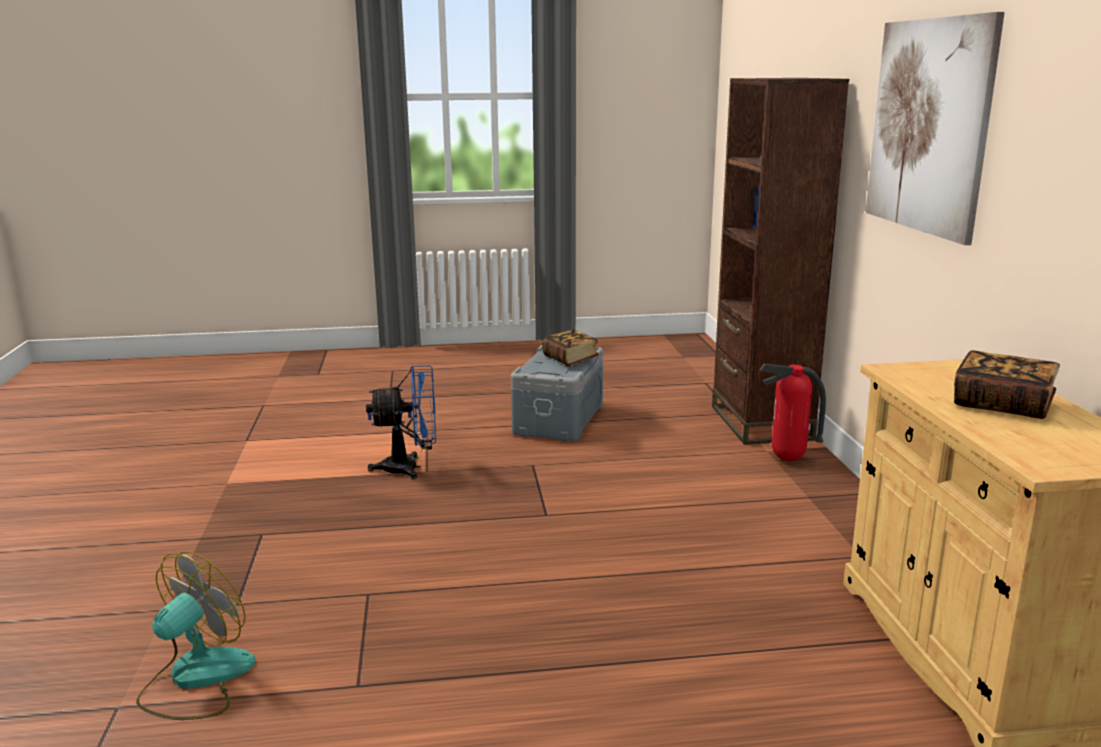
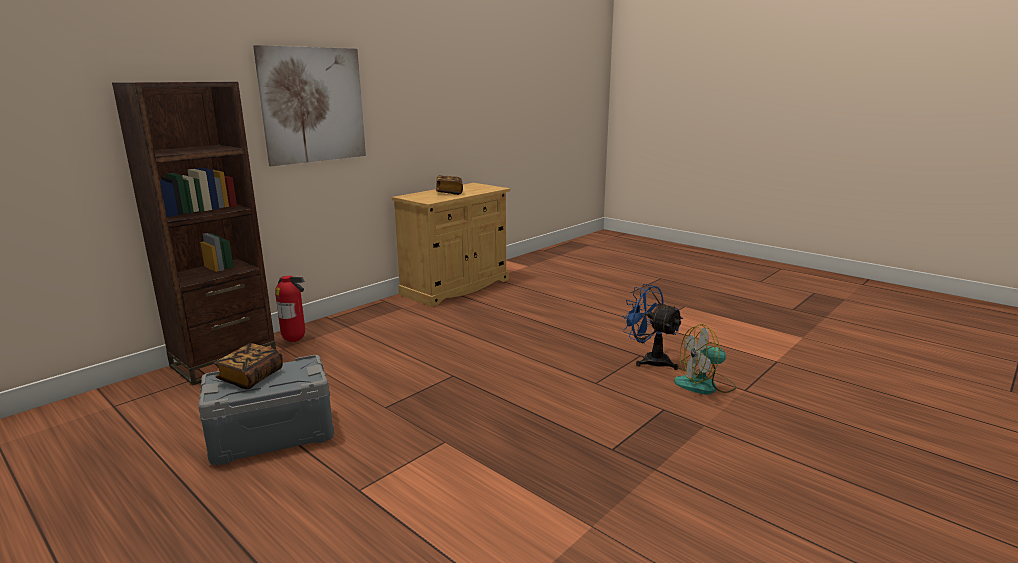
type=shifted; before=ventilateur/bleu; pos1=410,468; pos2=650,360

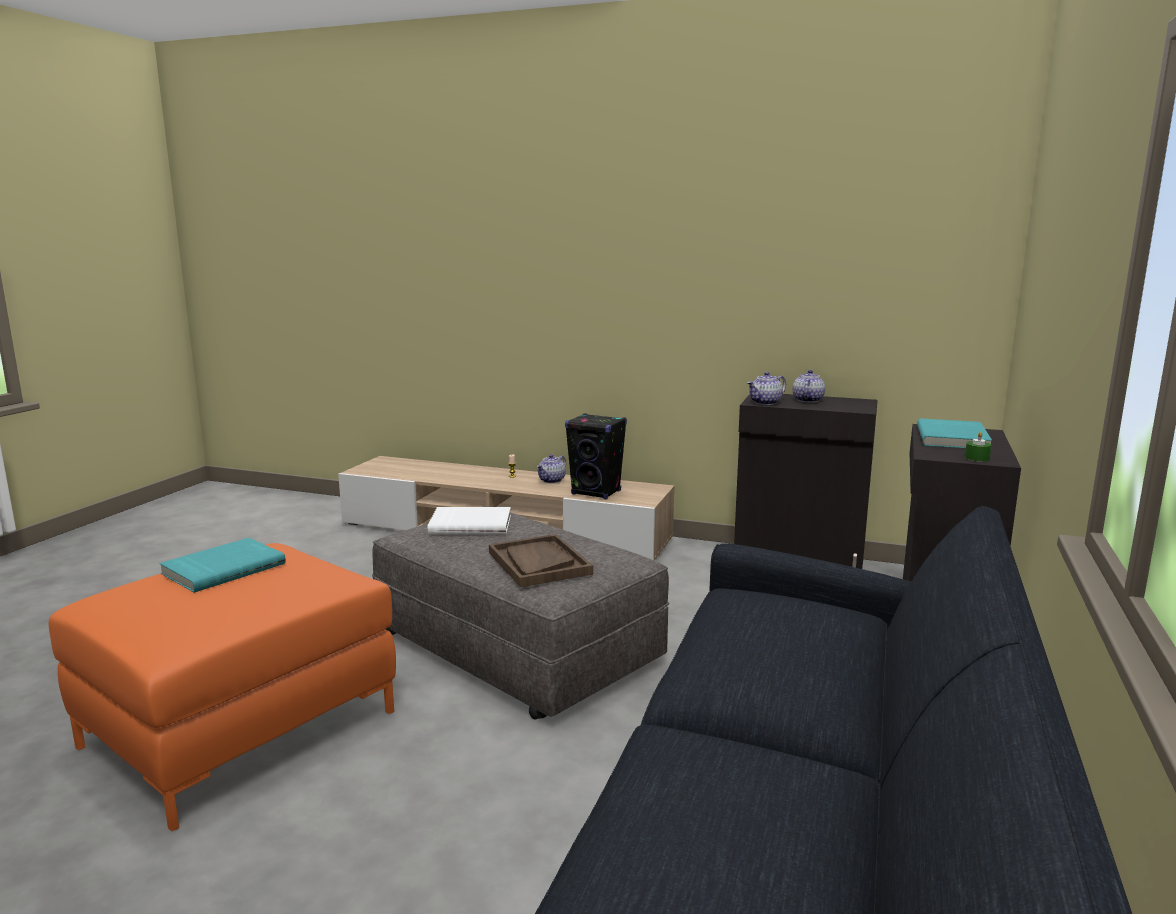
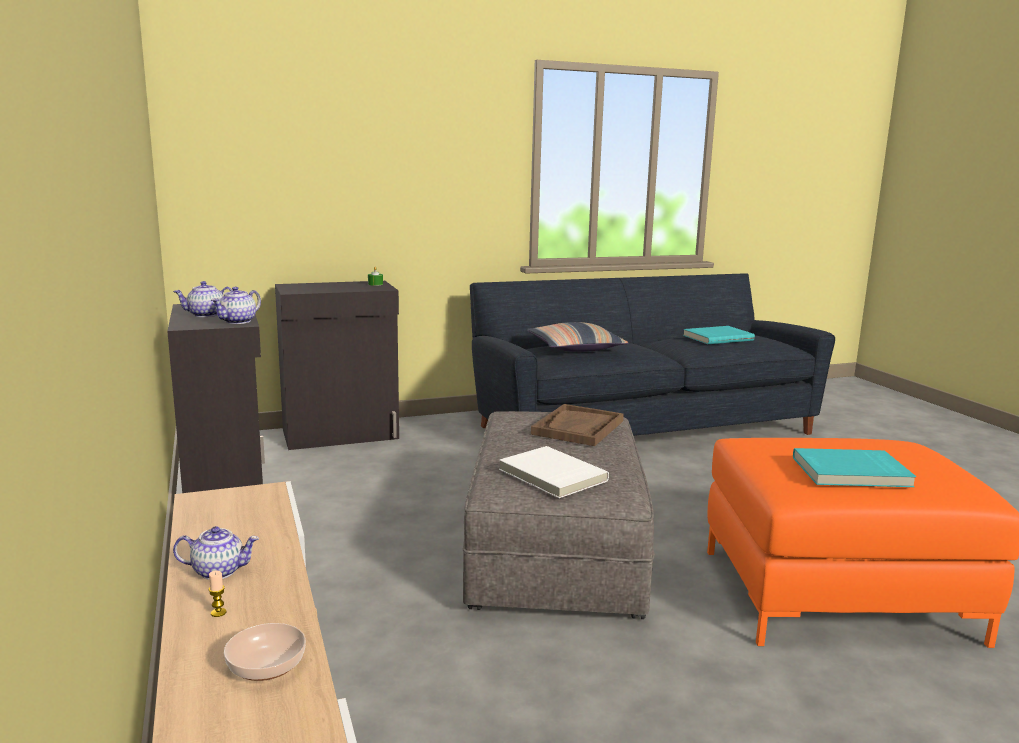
type=gone; before=enceinte/noir; pos1=596,493
type=rotated; before=théière; pos1=765,403; pos2=238,321; turn=105
type=shifted; before=livre/turquoise; pos1=954,438; pos2=717,337
type=new; after=bol; pos2=267,666
type=new; after=coussin; pos2=575,348

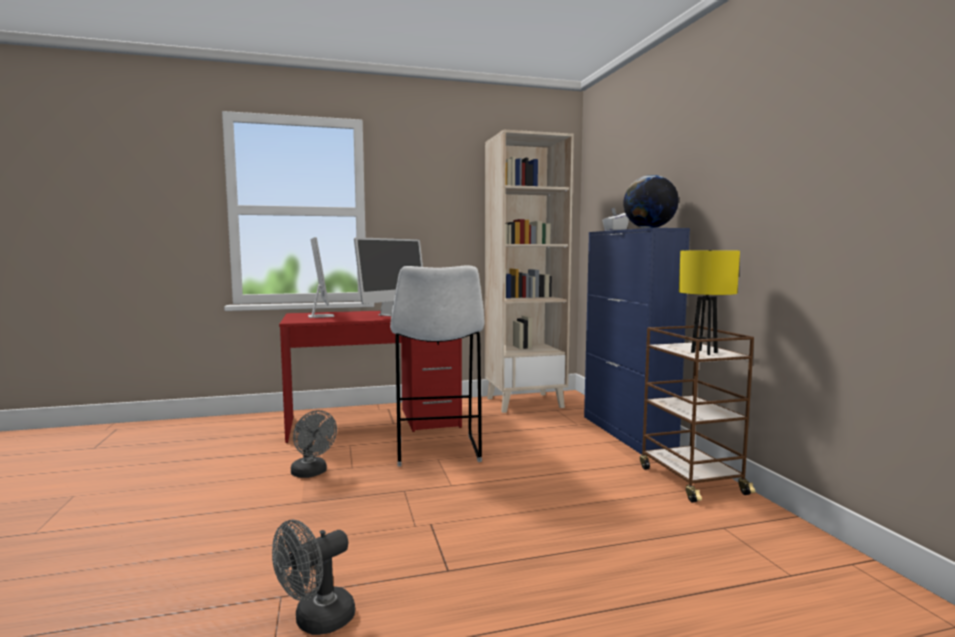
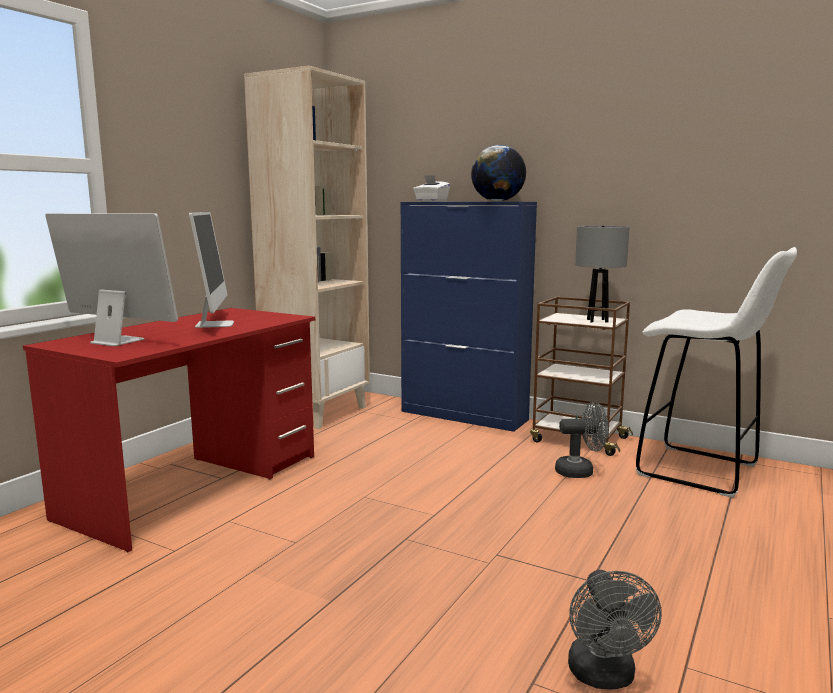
type=shifted; before=ventilateur/gris; pos1=312,473; pos2=580,471
type=shifted; before=tabouret/blanc; pos1=437,451; pos2=701,471
type=repainted; before=lampe de table/jaune; after=lampe de table/gris; pos1=704,352; pos2=597,321

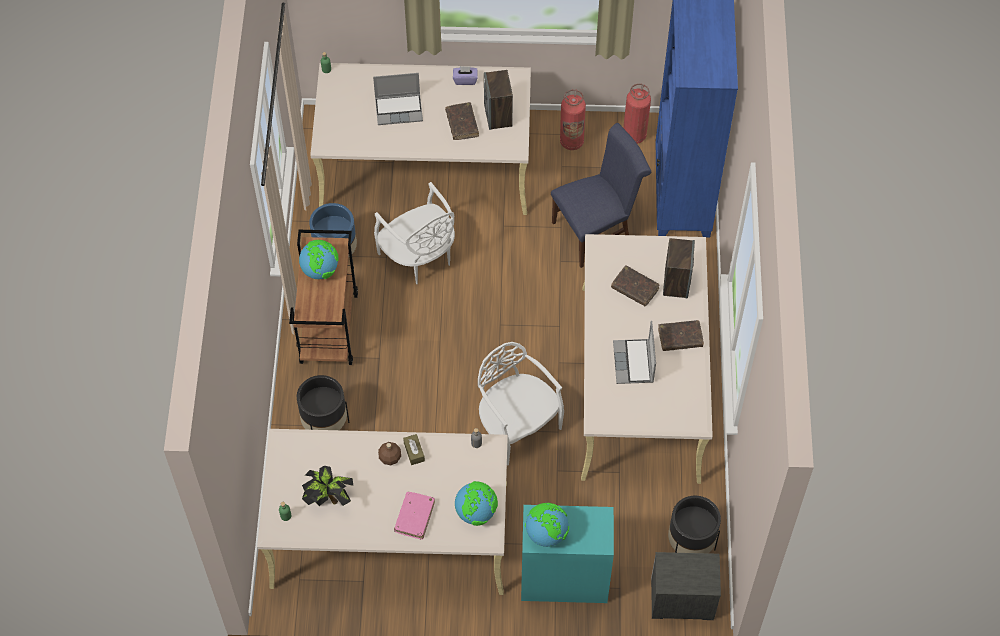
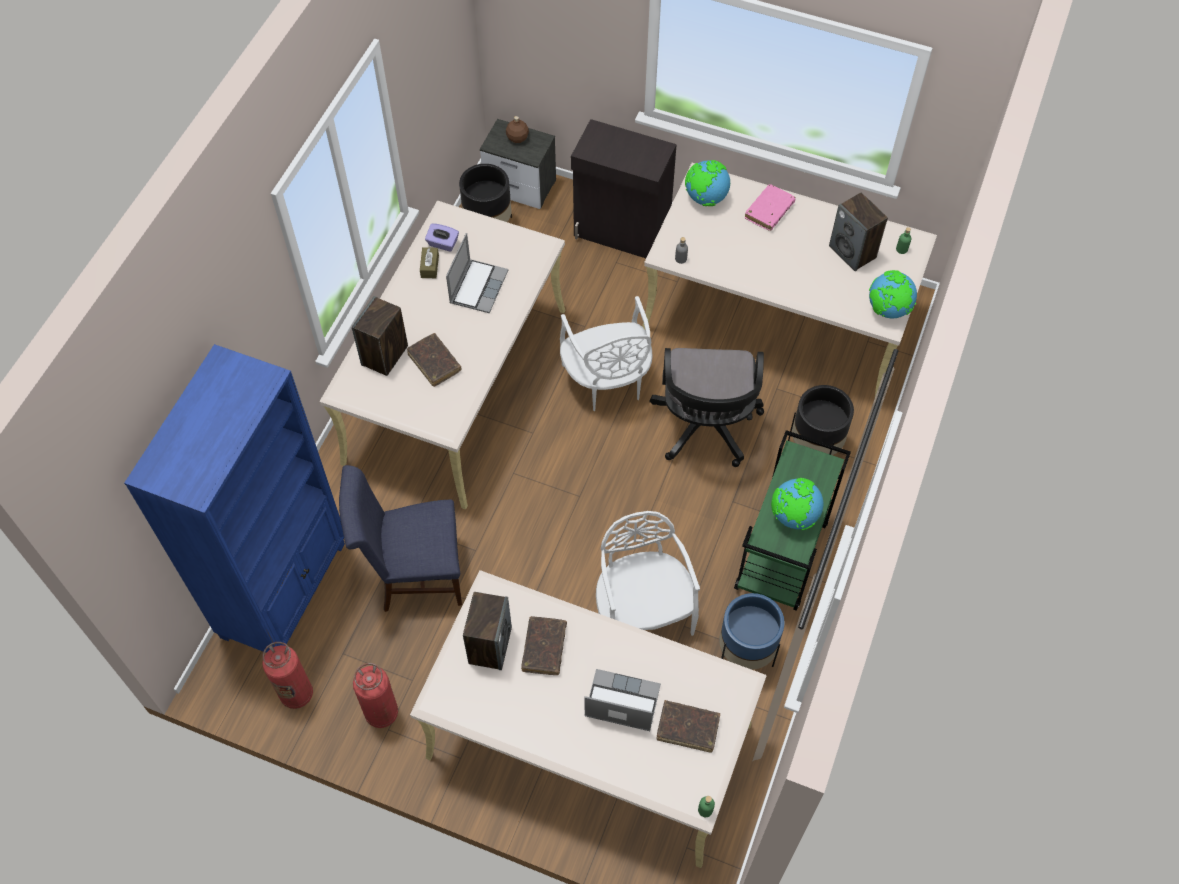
type=repainted; before=chariot/marron; after=chariot/vert; pos1=328,327; pos2=782,557
type=swapped; before=plante en pot; after=enceinte; pos1=328,499; pos2=853,252
type=shifted; before=bouteille/marron; pos1=389,458; pos2=518,138
type=shifted; before=boîte à mouchoirs/marron; pos1=414,452; pos2=429,266
type=shifted; before=boîte à mouchoirs/violet; pos1=465,80; pos2=442,244
type=repainted; before=meuble de rangement/turquoise; after=meuble de rangement/noir; pos1=563,578; pos2=621,232
type=shifted; before=globe; pos1=546,533; pos2=888,310
type=shifted; before=livre/marron; pos1=680,338; pos2=687,728
type=new; after=chaise de bureau/noir; pos2=705,428

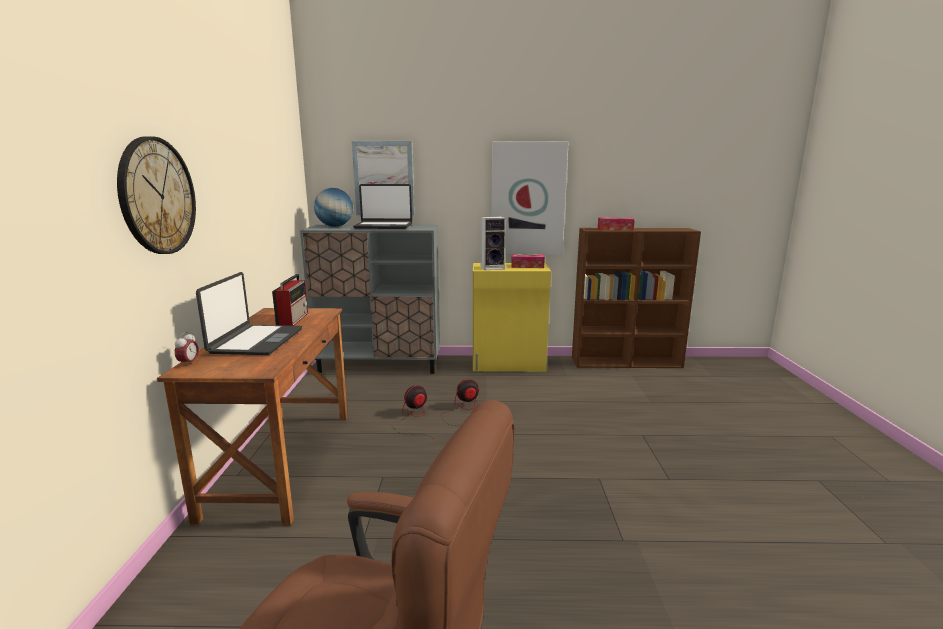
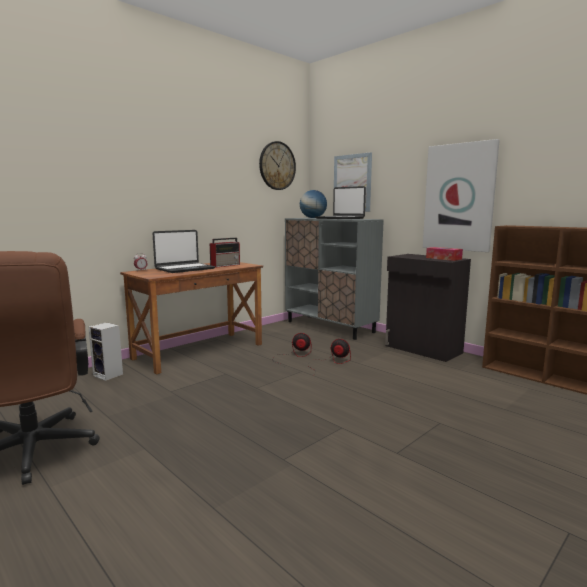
type=shifted; before=horloge murale; pos1=157,196; pos2=277,166
type=repainted; before=meuble de rangement/jaune; after=meuble de rangement/noir; pos1=509,364; pos2=423,349
type=shifted; before=enceinte; pos1=493,268; pos2=109,375
type=gone; before=boîte à mouchoirs; pos1=615,229

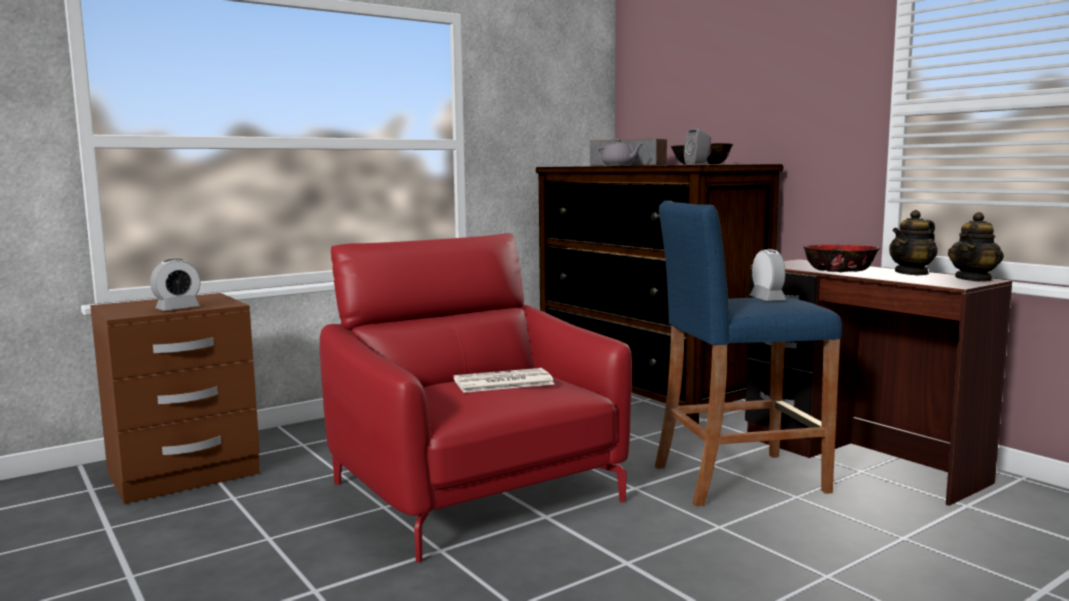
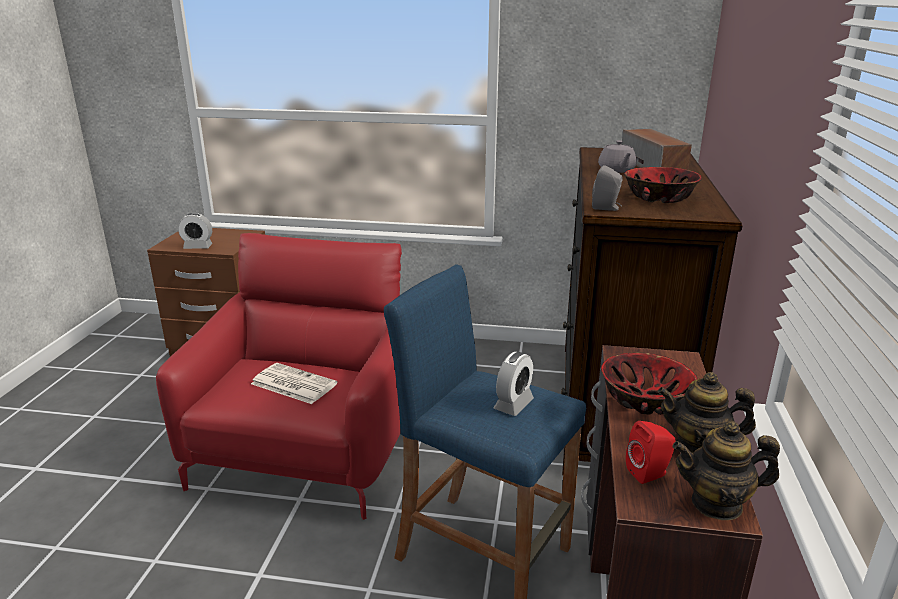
type=new; after=enceinte/rouge; pos2=649,473

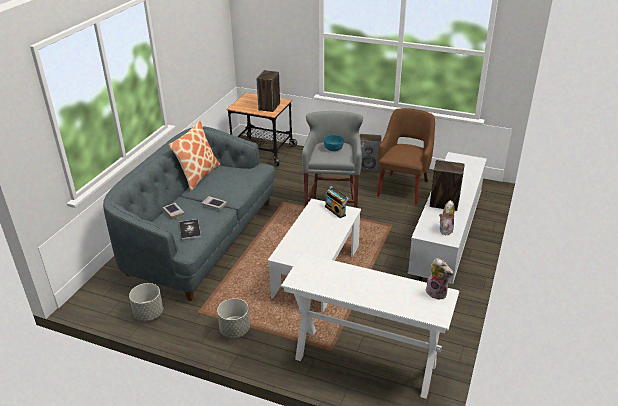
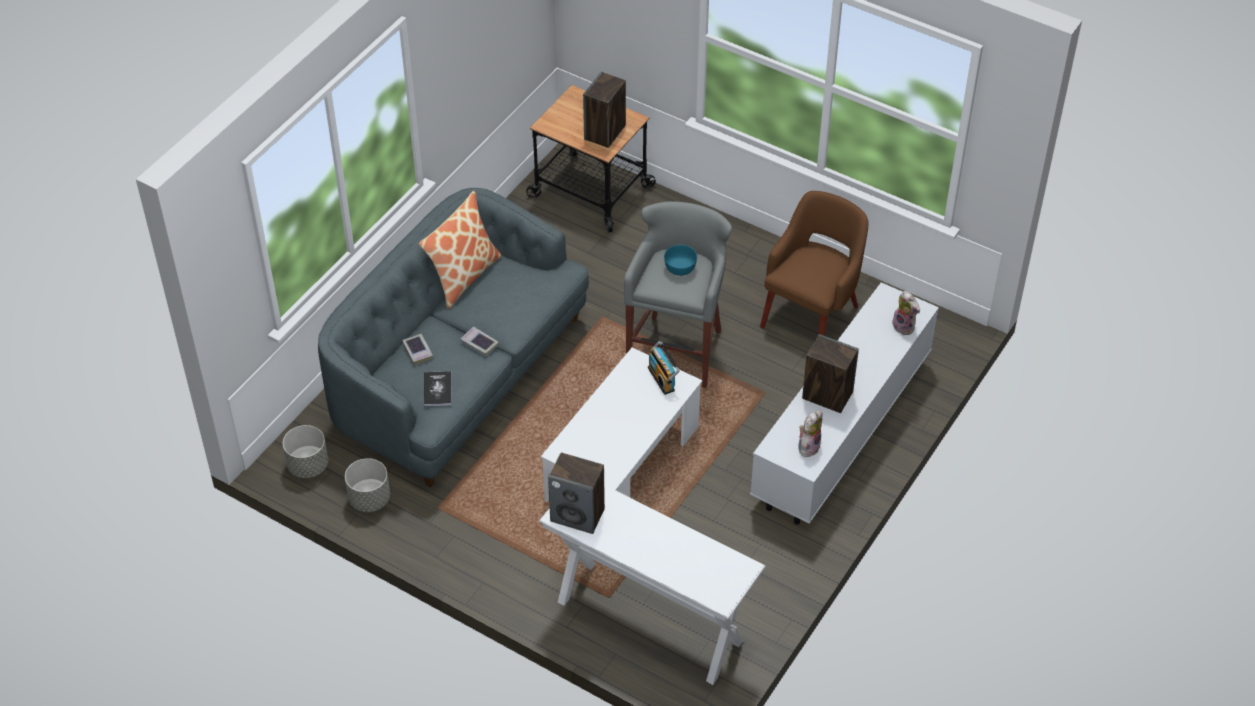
type=shifted; before=cache-pot/gris; pos1=235,330; pos2=308,465
type=shifted; before=enceinte; pos1=368,167; pos2=578,515
type=shifted; before=peluche; pos1=437,293; pos2=905,327

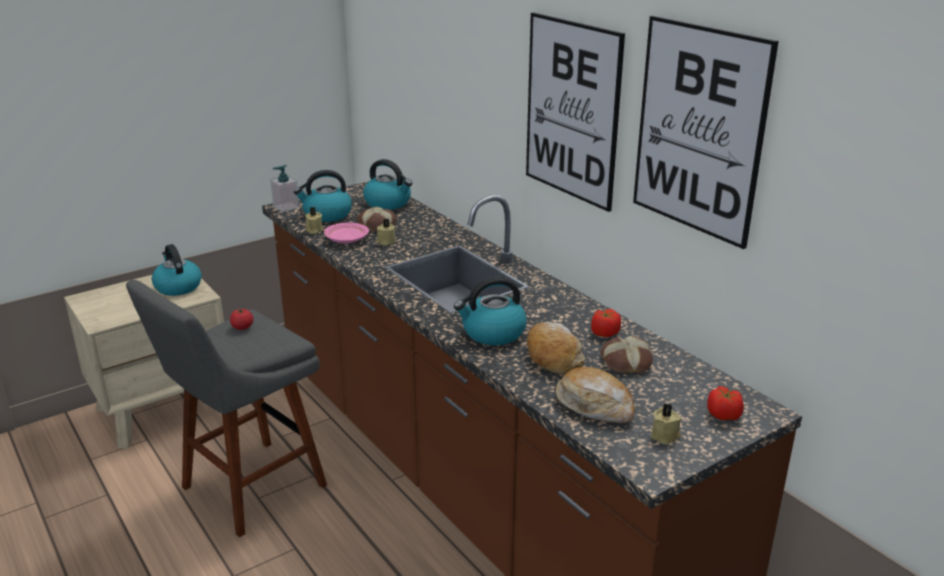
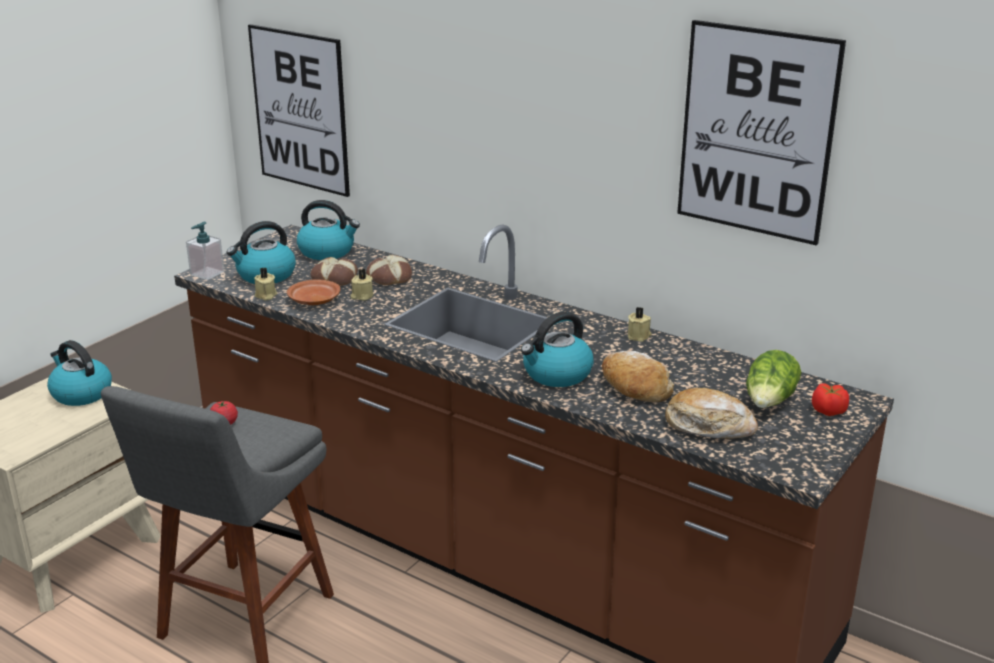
type=repainted; before=assiette/rose; after=assiette/marron; pos1=346,240; pos2=313,300
type=shifted; before=tableau; pos1=572,110; pos2=300,110
type=gone; before=tomate; pos1=604,333
type=shifted; before=pain; pos1=625,361; pos2=389,277
type=shifted; before=bougie/beige; pos1=665,436; pos2=639,336
type=new; after=laitue; pos2=769,402

